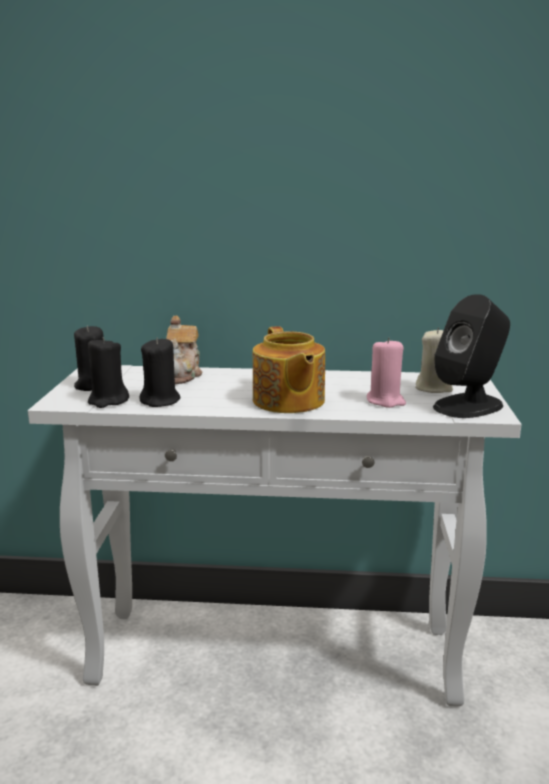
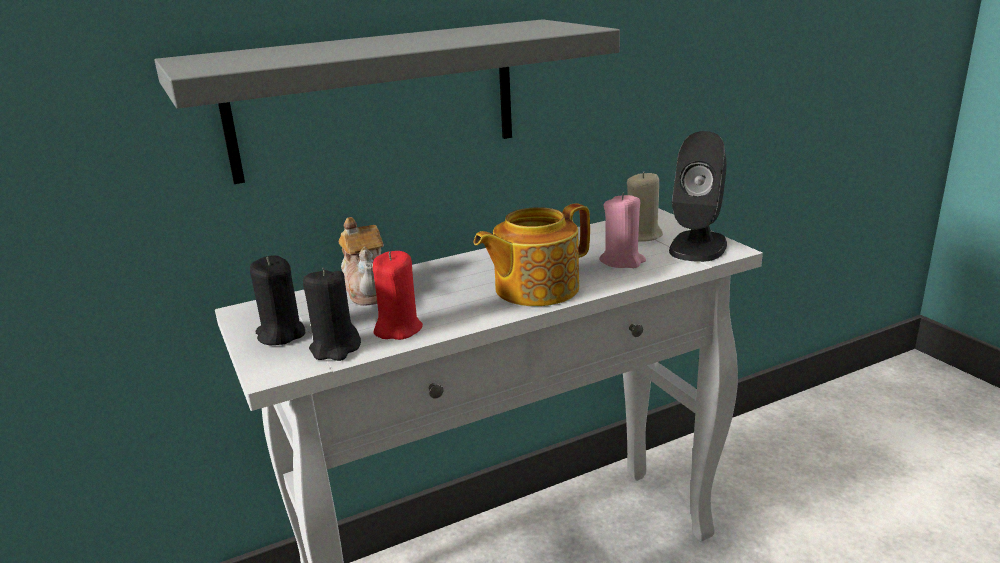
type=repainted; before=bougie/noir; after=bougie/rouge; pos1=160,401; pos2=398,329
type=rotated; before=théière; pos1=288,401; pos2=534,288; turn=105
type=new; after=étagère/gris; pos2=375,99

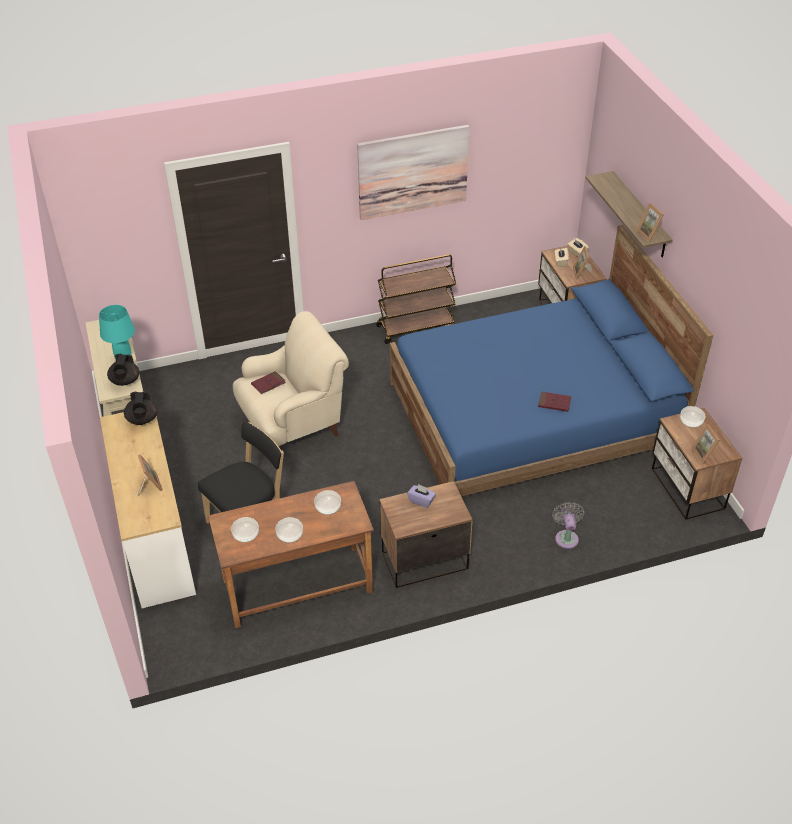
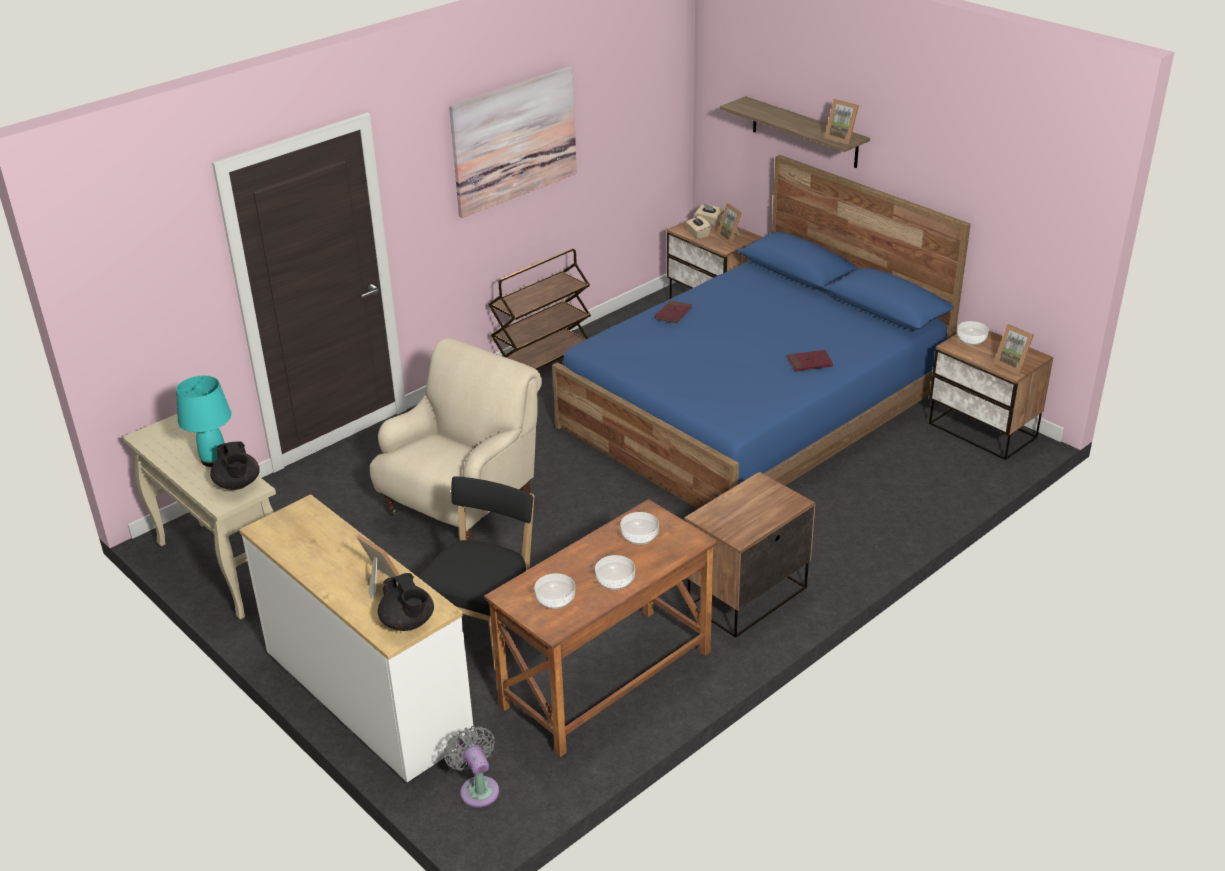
type=shifted; before=théière/noir; pos1=142,420; pos2=408,623
type=shifted; before=livre/rouge; pos1=268,384; pos2=673,314
type=gone; before=boîte à mouchoirs/violet; pos1=421,500
type=shifted; before=ventilateur/gris; pos1=566,537; pos2=478,788

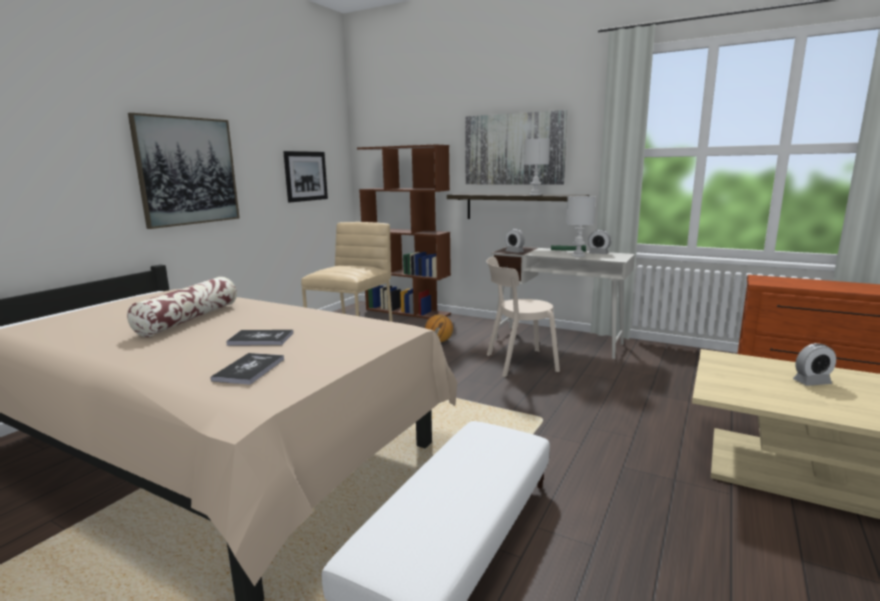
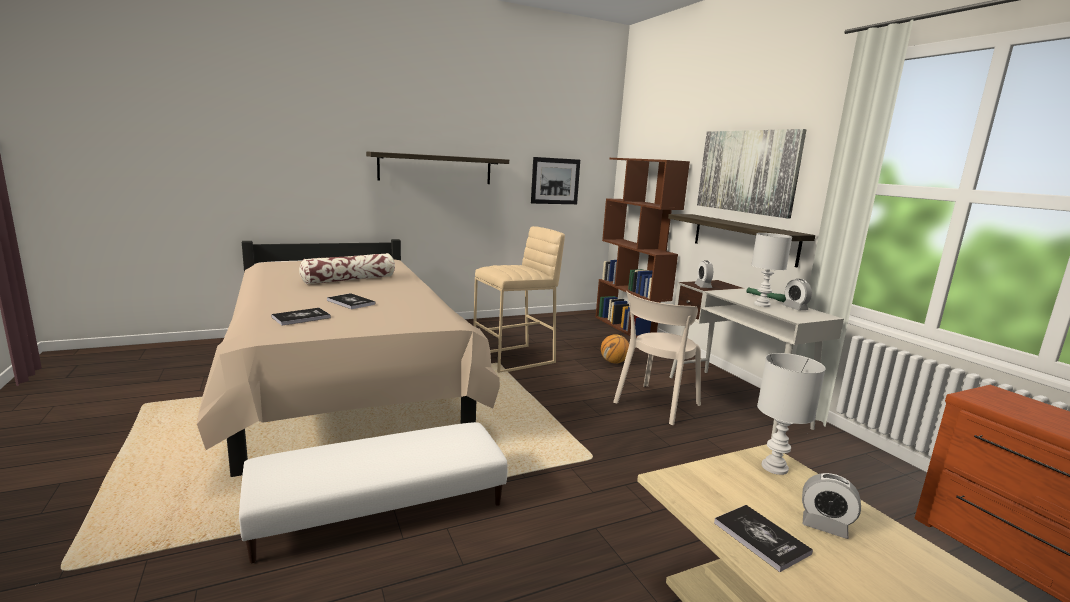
type=swapped; before=tableau; after=étagère; pos1=188,171; pos2=436,169
type=rotated; before=chaise/beige; pos1=517,363; pos2=655,405; turn=-75
type=shifted; before=lampe de table/blanc; pos1=535,195; pos2=775,468
type=new; after=livre; pos2=761,538

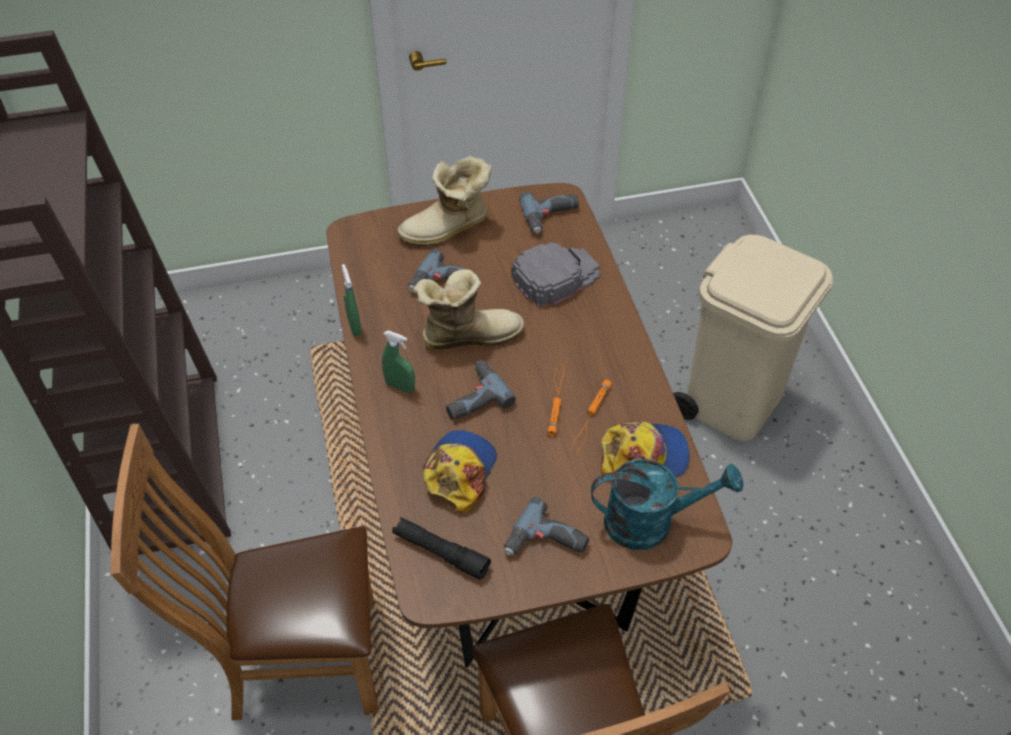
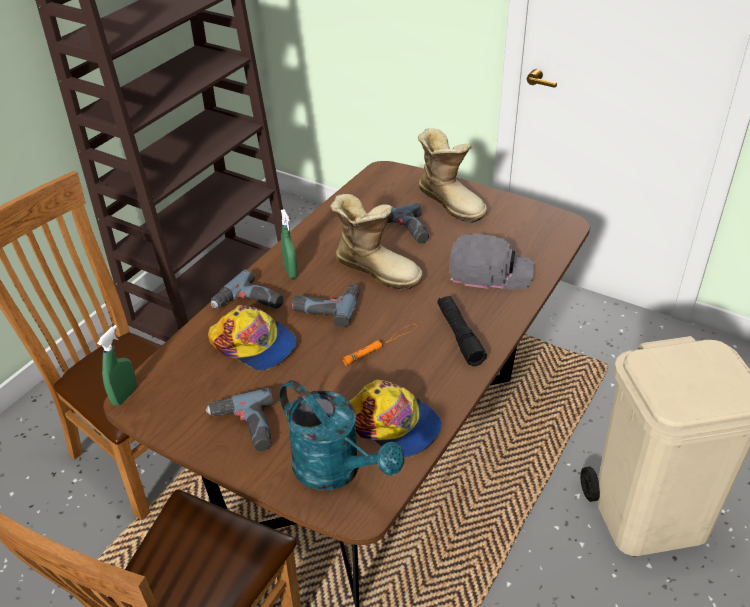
type=shifted; before=vaporisateur/vert; pos1=354,326; pos2=124,396
type=shifted; before=lampe de poche/noir; pos1=441,553; pos2=459,336
type=rotated; before=botte; pos1=448,229; pos2=451,202; turn=-150
type=rotated; before=casquette; pos1=459,472; pos2=254,344; turn=60
type=shifted; before=perceuse; pos1=551,217; pos2=249,304
type=gone; before=lampe de poche/orange; pos1=590,418

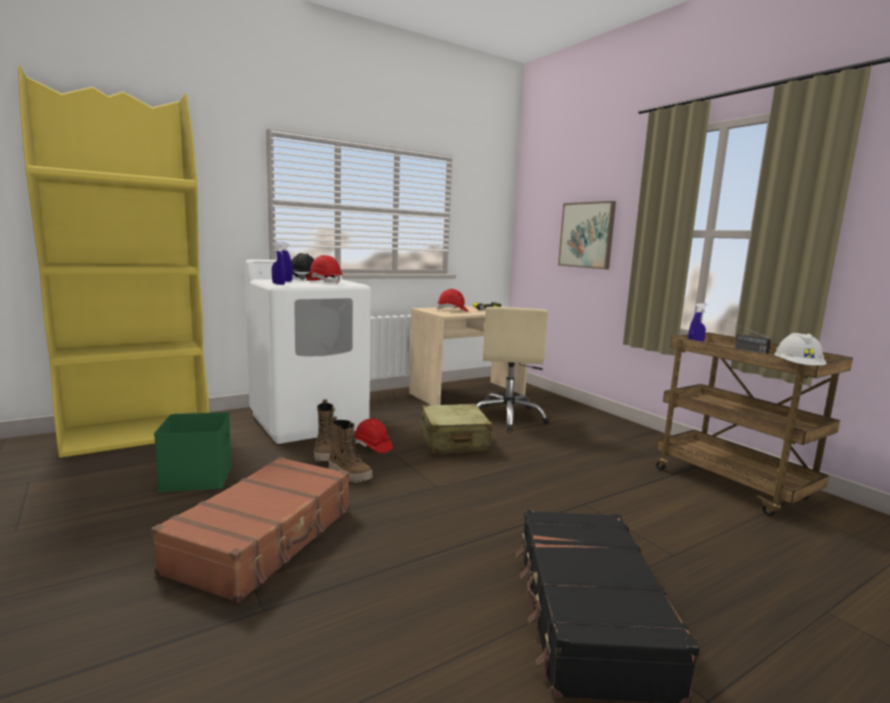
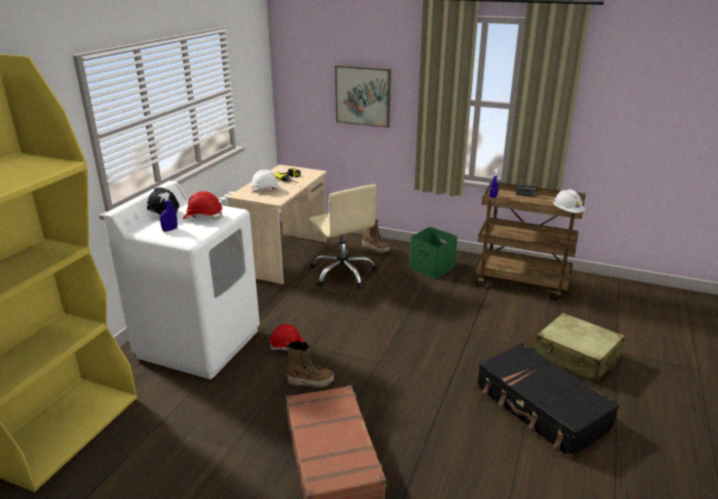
type=shifted; before=boîte de rangement/vert; pos1=198,477; pos2=433,267
type=gone; before=vaporisateur/bleu; pos1=278,284
type=shifted; before=botte; pos1=324,454; pos2=375,248
type=shifted; before=valise/beige; pos1=453,441; pos2=576,357
type=repainted; before=casque de chantier/rouge; after=casque de chantier/blanc; pos1=452,310; pos2=266,189

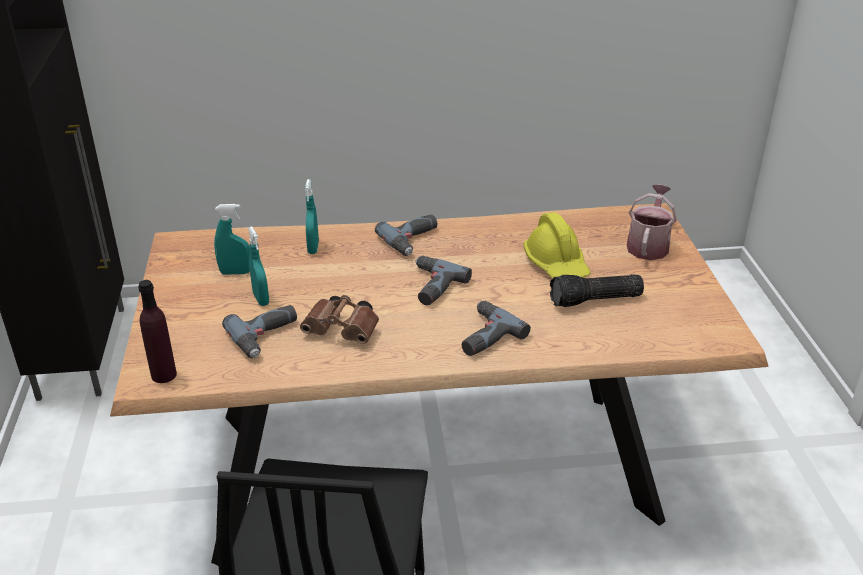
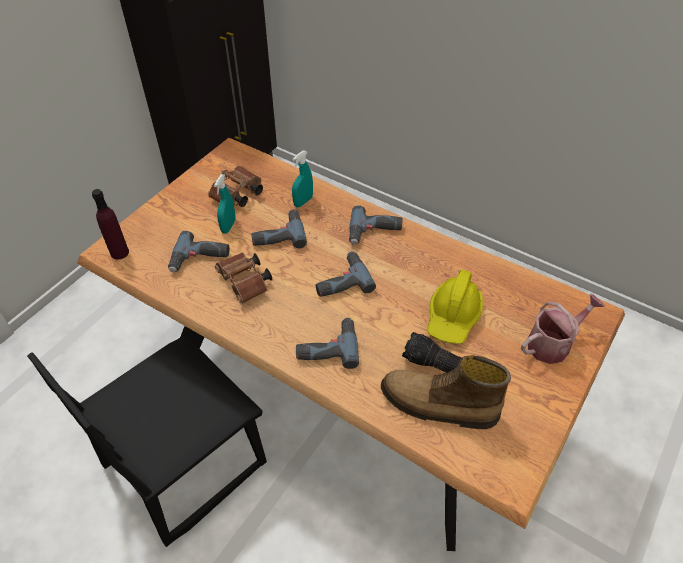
type=swapped; before=vaporisateur/turquoise; after=jumelles/marron; pos1=235,272; pos2=237,196
type=new; after=perceuse; pos2=278,234
type=new; after=botte; pos2=438,406

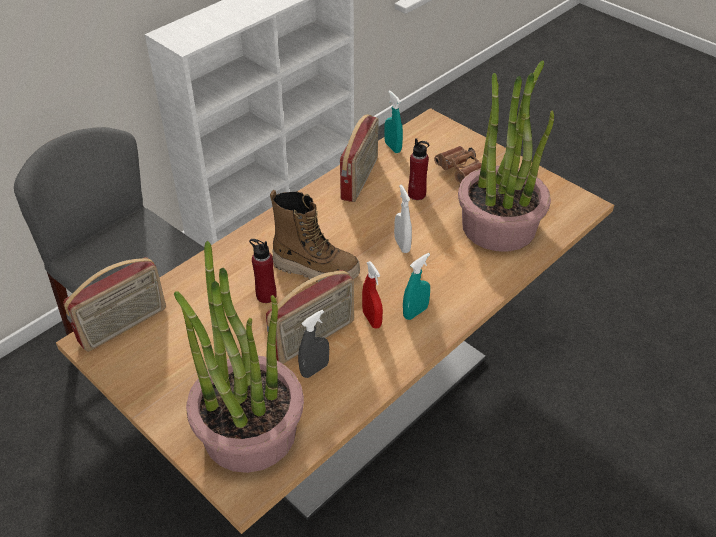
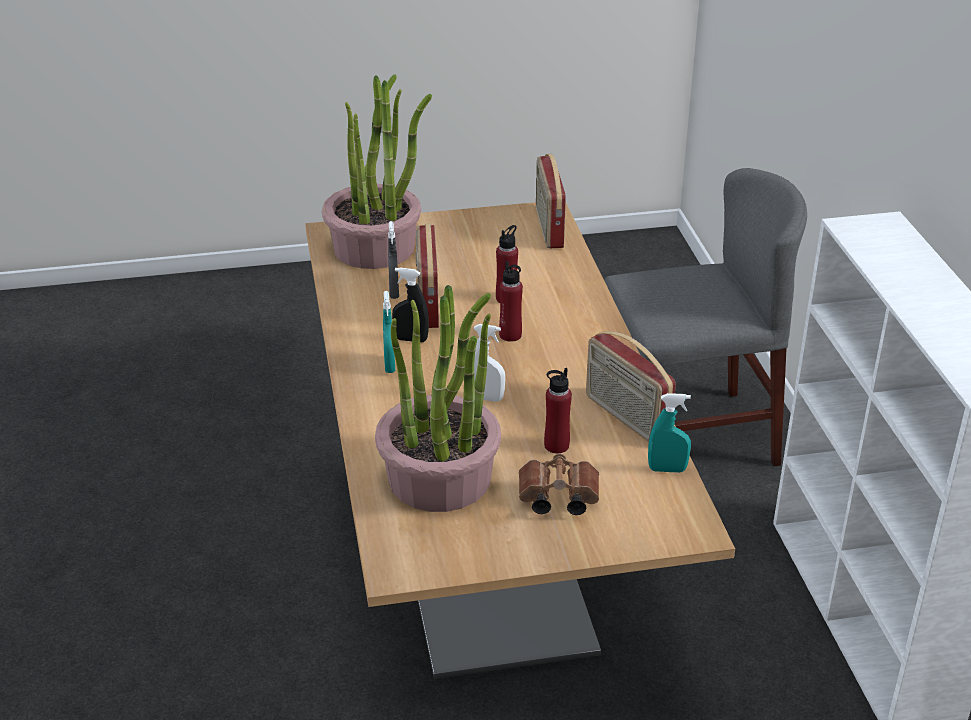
type=swapped; before=botte; after=bouteille/rouge; pos1=316,269; pos2=510,335
type=repainted; before=vaporisateur/rouge; after=vaporisateur/noir; pos1=372,319; pos2=411,339

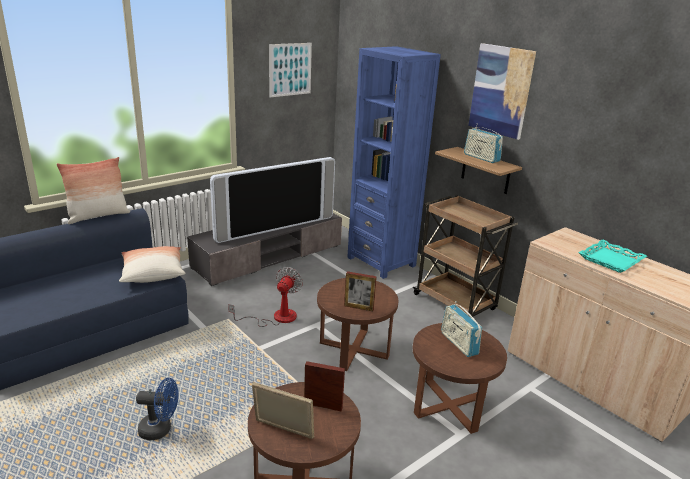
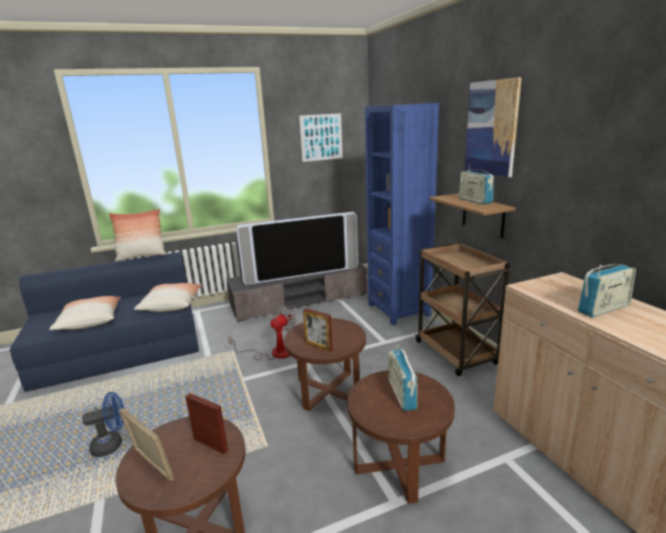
type=rotated; before=ventilateur/bleu; pos1=160,429; pos2=112,444; turn=-45
type=swapped; before=plateau/turquoise; after=radio; pos1=610,260; pos2=603,308
type=new; after=coussin; pos2=90,321

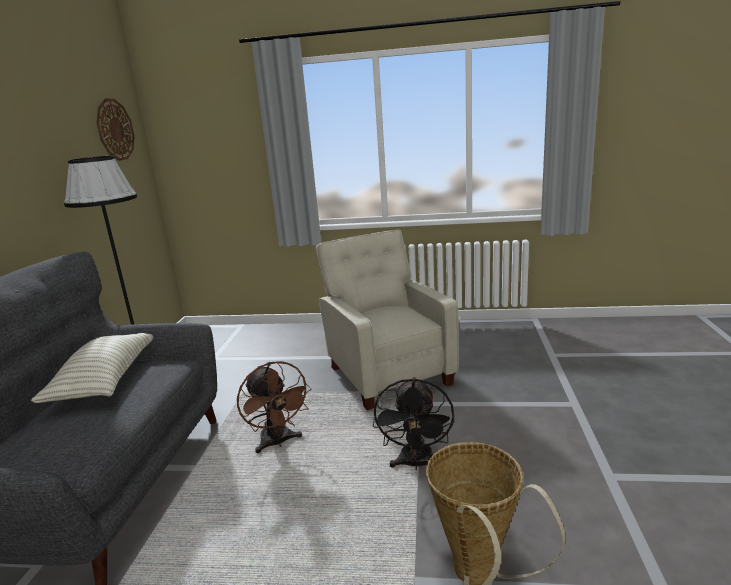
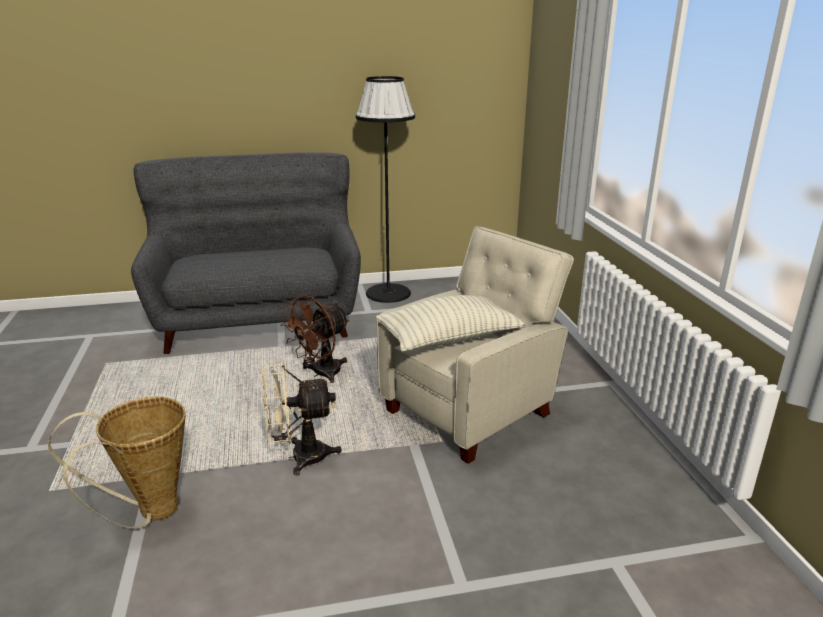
type=shifted; before=coussin; pos1=105,381; pos2=449,339
type=gone; before=horloge murale; pos1=115,129
type=repainted; before=ventilateur/noir; after=ventilateur/beige; pos1=416,464; pos2=299,457

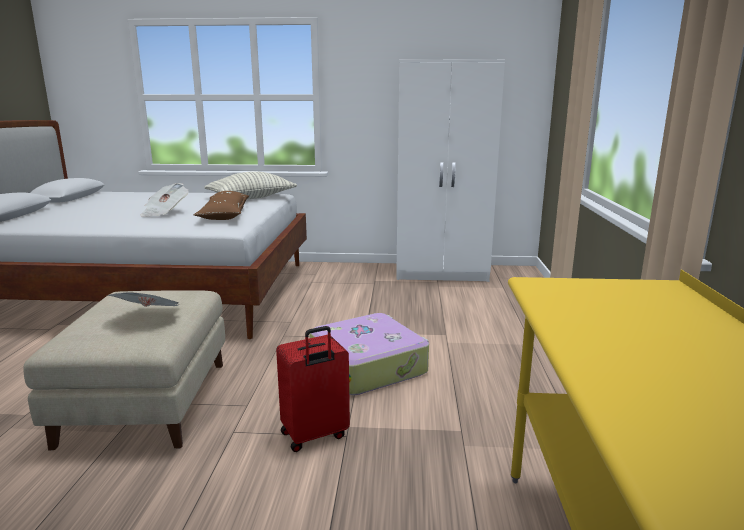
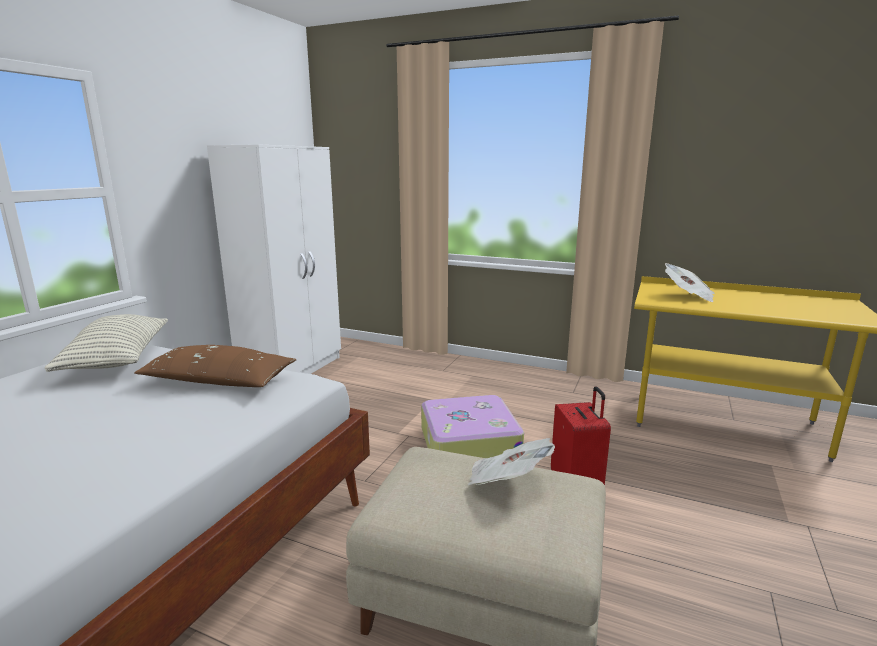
type=shifted; before=journal; pos1=165,213; pos2=688,296

